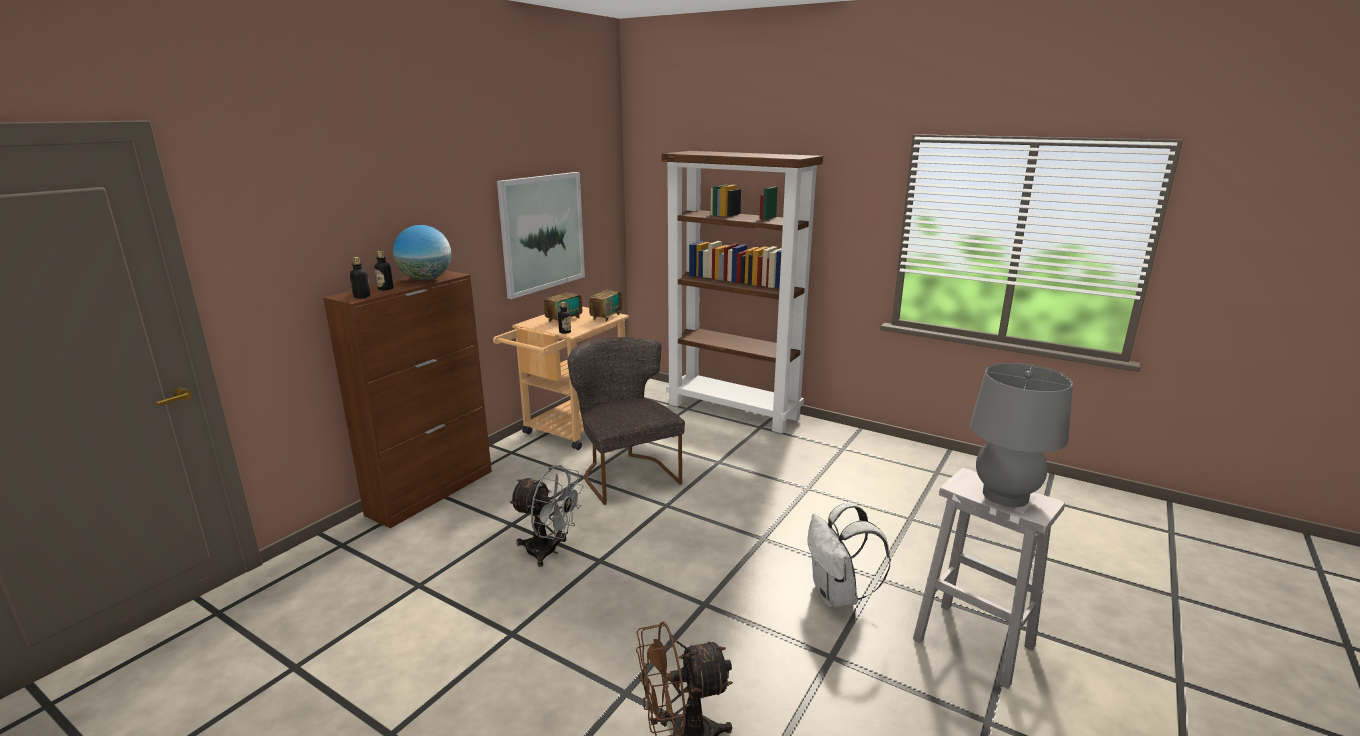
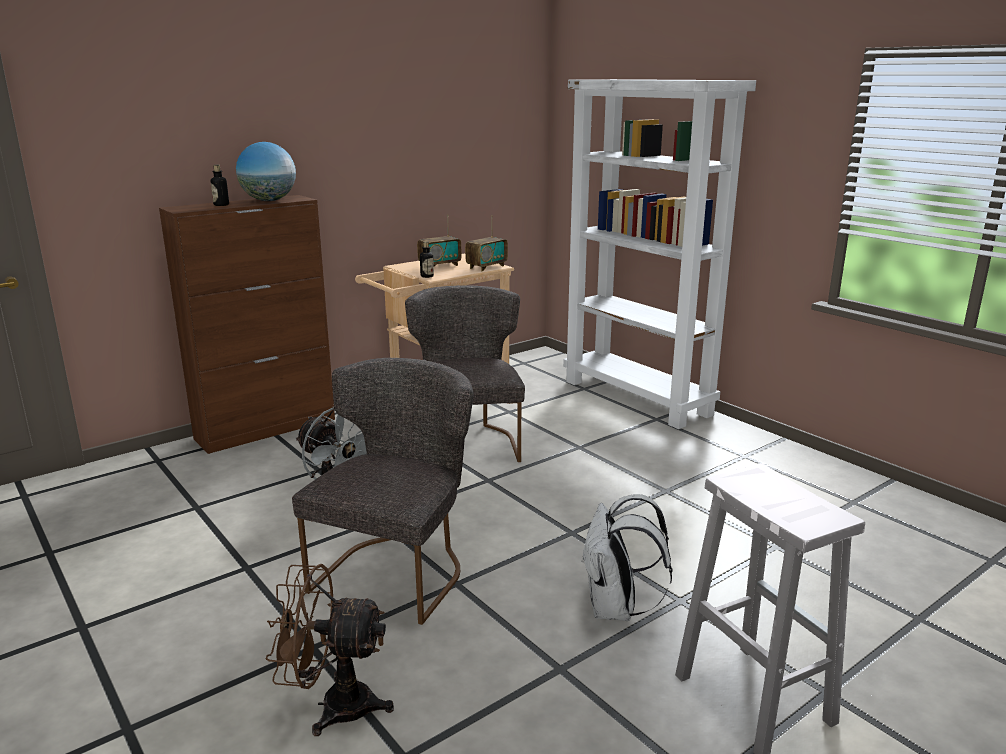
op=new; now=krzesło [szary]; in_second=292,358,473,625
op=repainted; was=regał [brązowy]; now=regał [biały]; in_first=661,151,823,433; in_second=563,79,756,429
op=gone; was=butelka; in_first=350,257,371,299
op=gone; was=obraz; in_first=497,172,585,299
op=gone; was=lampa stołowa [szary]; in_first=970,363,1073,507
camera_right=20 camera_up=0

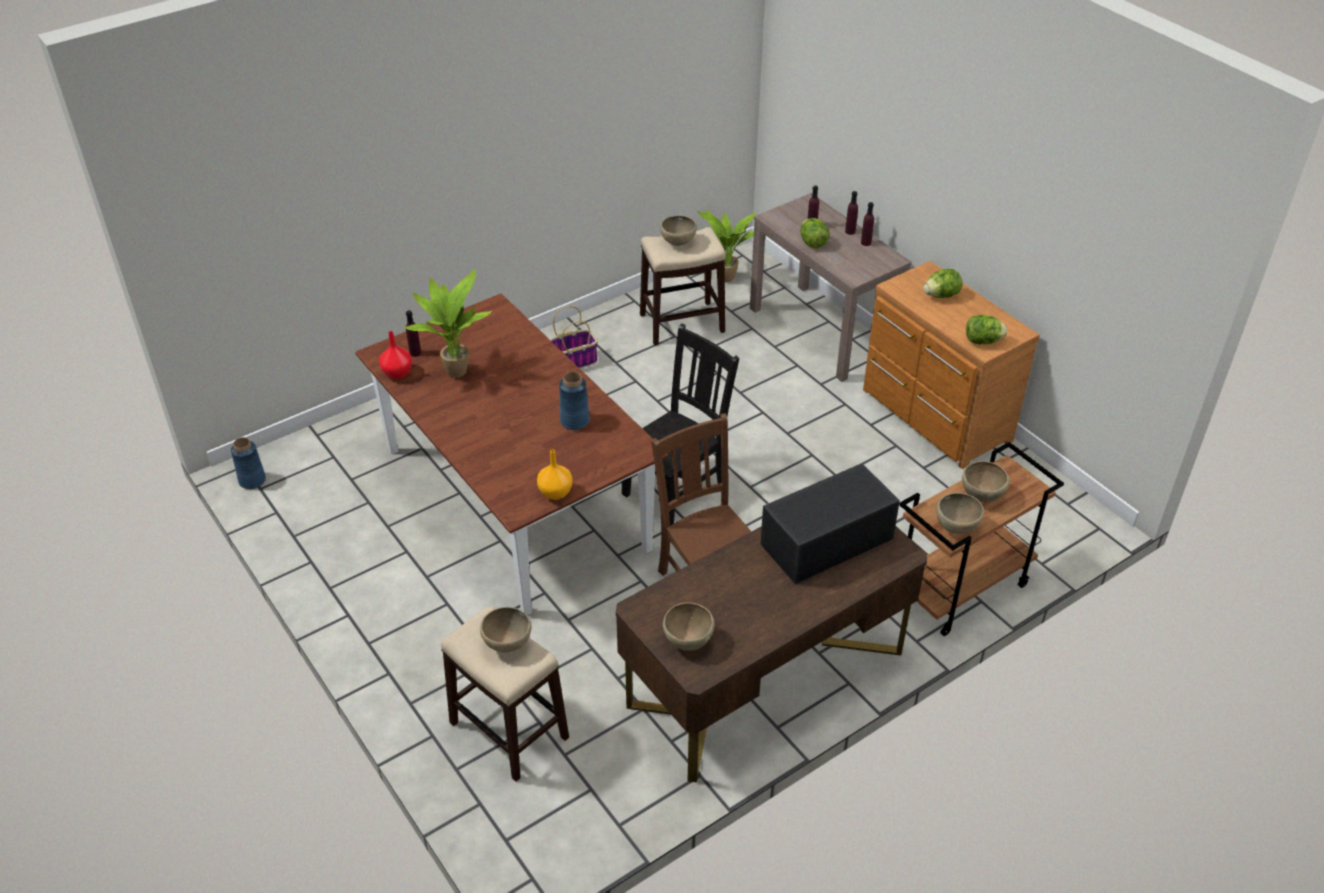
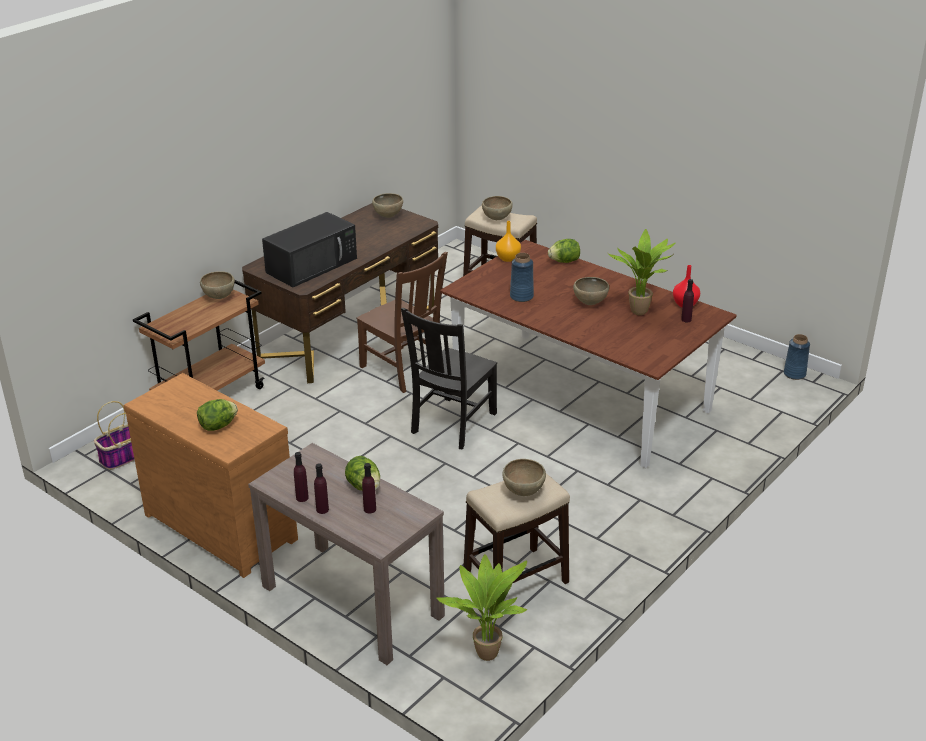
op=shifted; was=koszyk; in_first=550,306,598,368; in_second=94,401,135,470
op=shifted; was=sałata; in_first=966,315,1007,344; in_second=548,239,580,263
op=shifted; was=miska [brązowy]; in_first=962,461,1009,502; in_second=573,277,609,305
camera_right=165 camera_up=-10

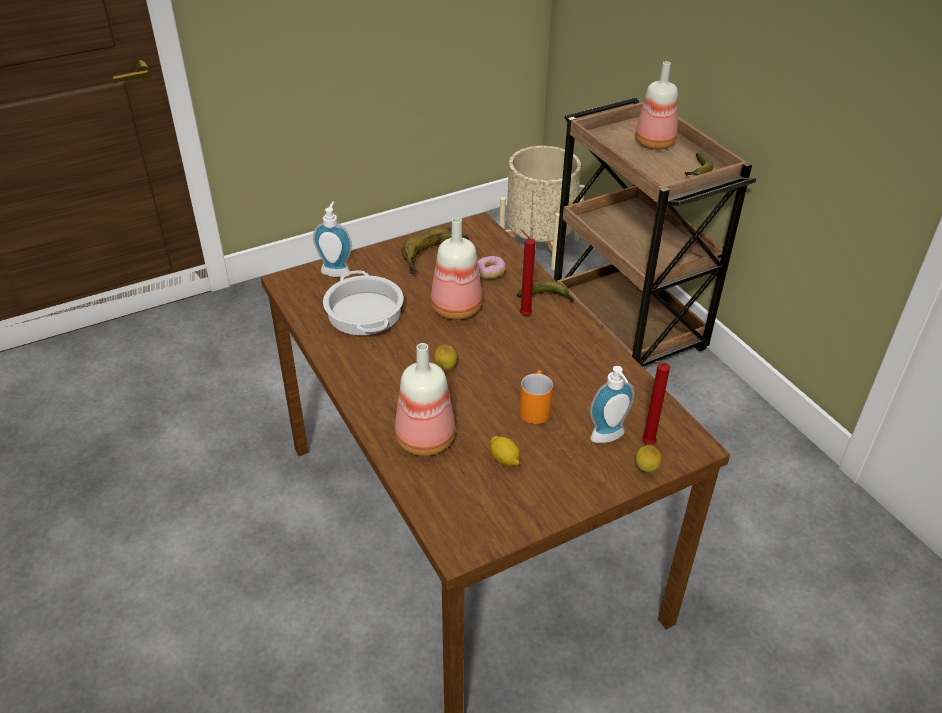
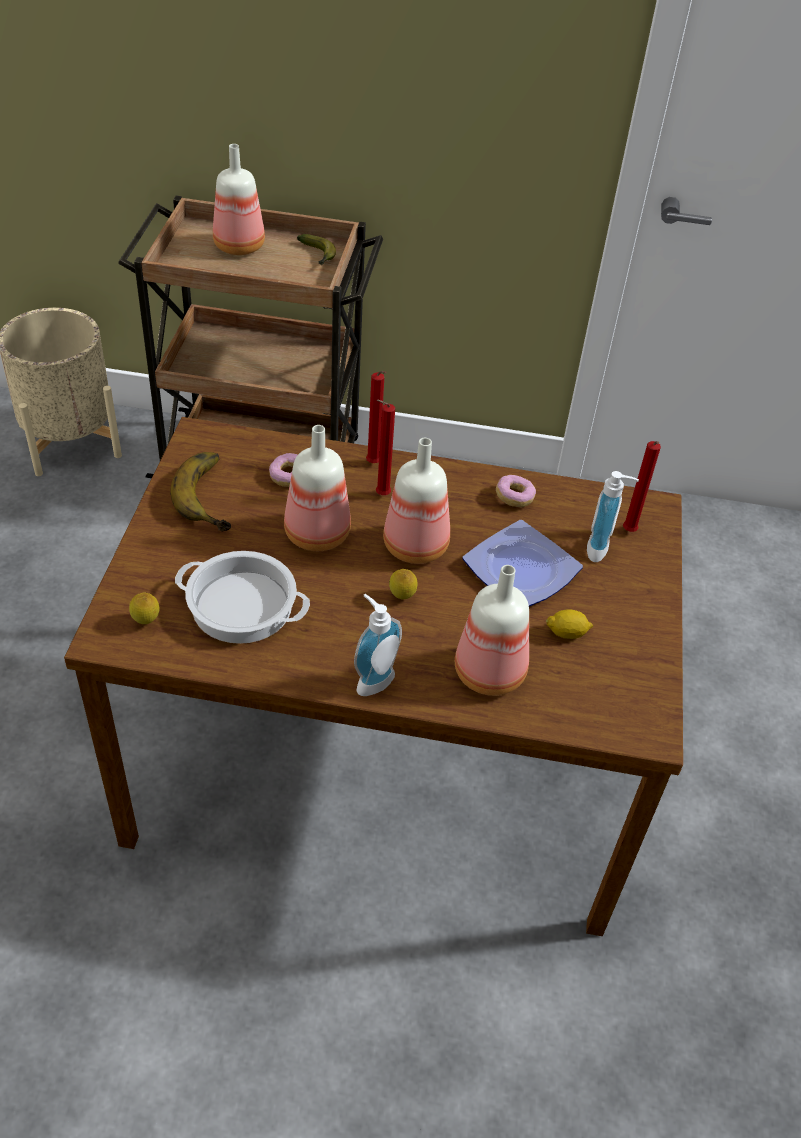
op=shifted; was=cytryna; in_first=635,445,661,473; in_second=129,592,159,624
op=shifted; was=dozownik mydła; in_first=313,201,352,277; in_second=354,594,402,696
op=swapped; was=banan; now=świeca [czerwony]; in_first=517,281,574,301; in_second=366,371,386,463
op=new; now=butelka; in_second=383,438,450,564
op=swapped; was=kubek [pomarańczowy]; now=talerz; in_first=519,370,553,424; in_second=463,520,583,606
op=new; now=donut; in_second=496,475,536,507
camera_right=-55 camera_up=5

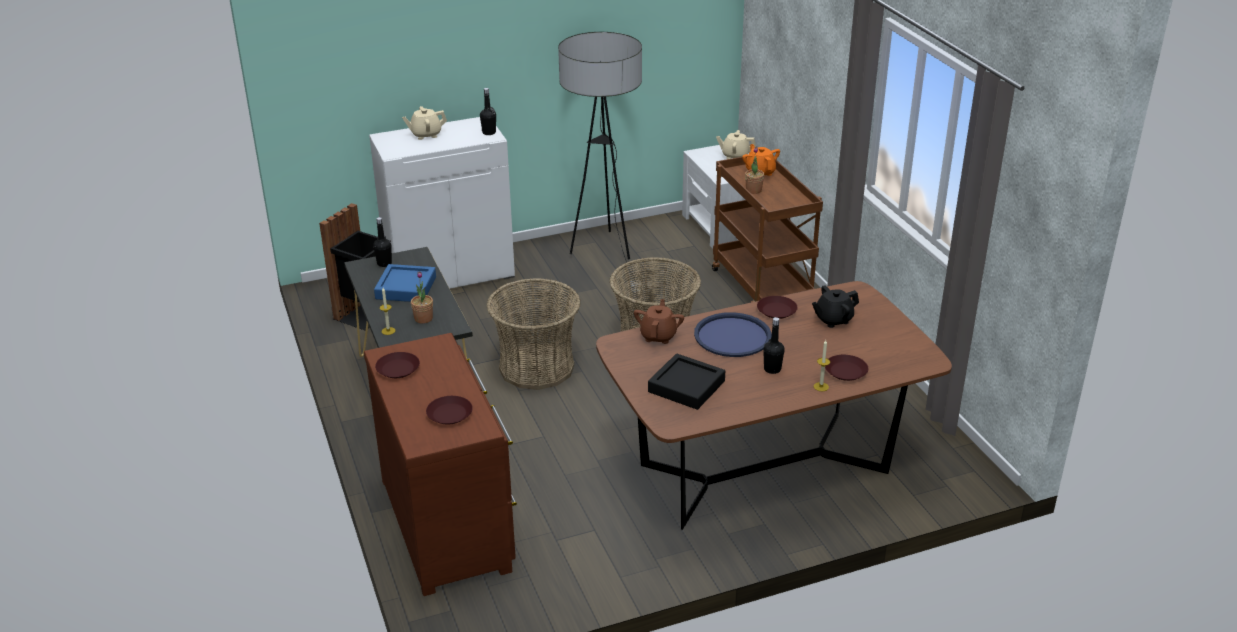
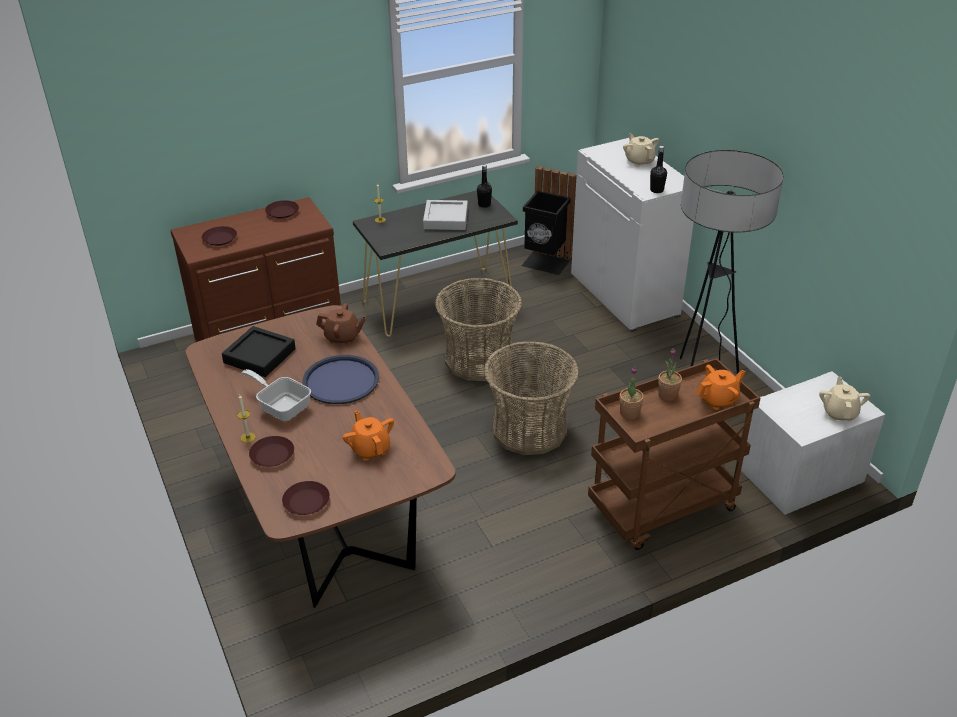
op=swapped; was=butelka [czarny]; now=patelnia; in_first=763,317,785,374; in_second=242,369,311,421
op=shifted; was=talerz [brązowy]; in_first=757,296,797,319; in_second=282,481,330,515
op=repainted; was=imbryk [czarny]; now=imbryk [pomarańczowy]; in_first=812,285,859,328; in_second=343,411,394,461
op=repainted; was=taca [niebieski]; now=taca [szary]; in_first=374,264,436,302; in_second=423,200,468,230
op=shifted; was=roślina doniczkowa; in_first=411,272,433,324; in_second=620,367,644,420
camera_right=85 camera_up=5

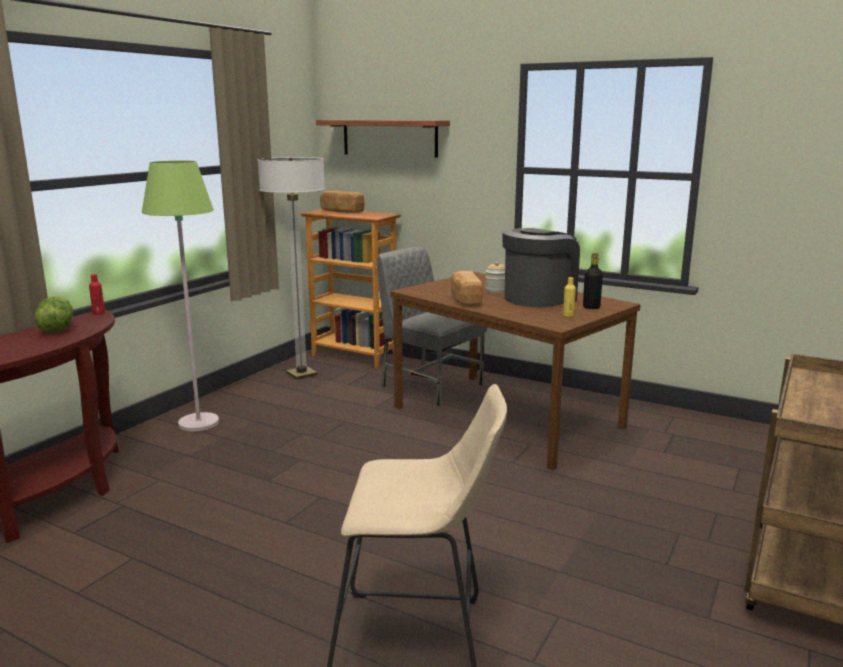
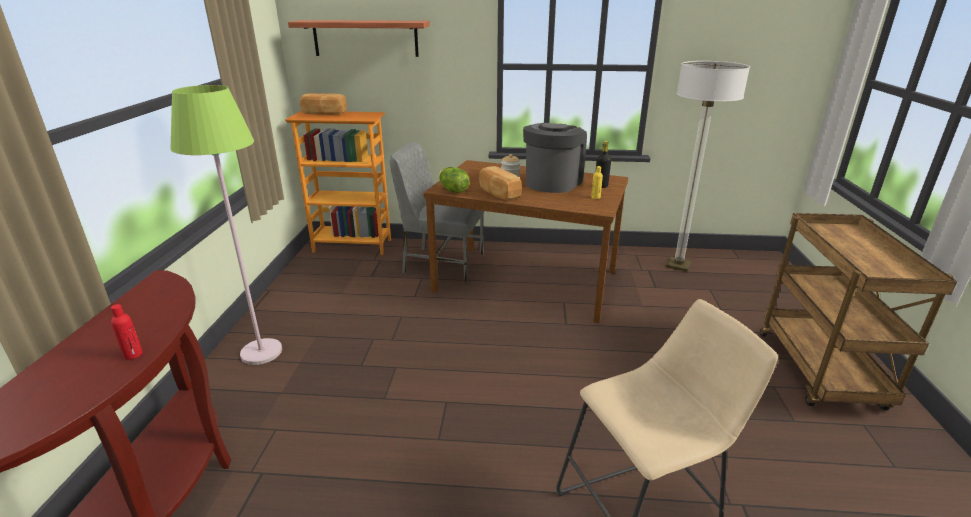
op=shifted; was=butelka [czerwony]; in_first=89,274,105,315; in_second=111,304,143,360
op=shifted; was=sałata; in_first=35,297,73,332; in_second=438,167,470,193
op=shifted; was=lampa stojąca; in_first=257,157,325,380; in_second=665,61,750,272
camera_right=-25 camera_up=10

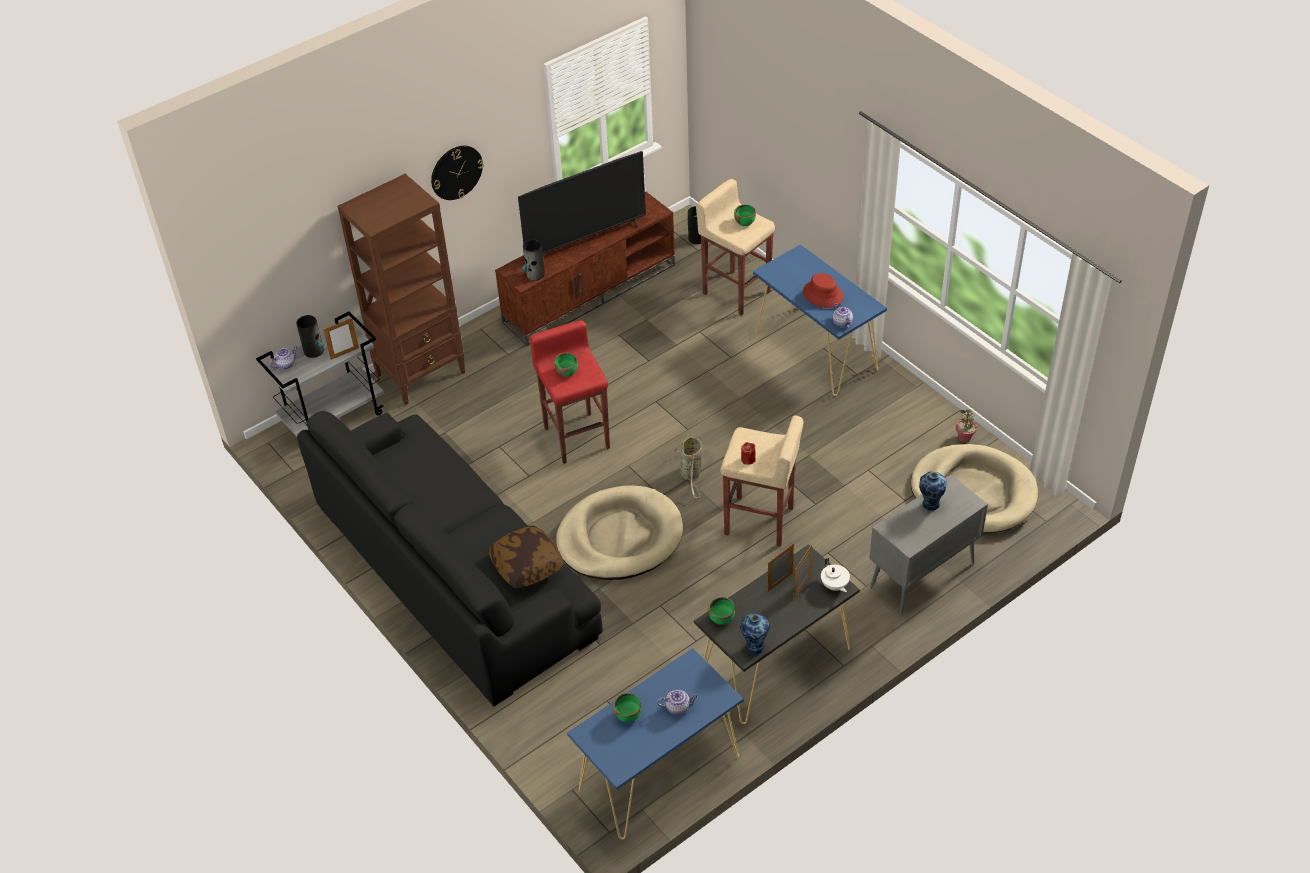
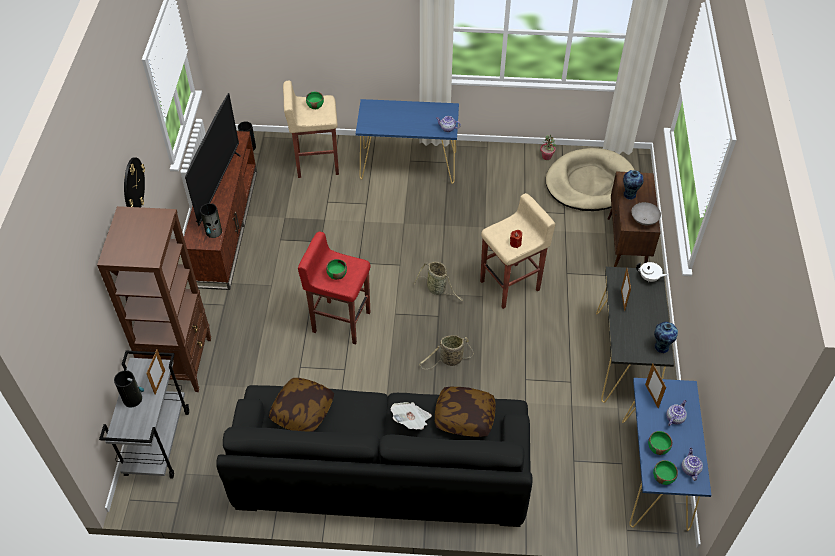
op=new; now=poduszka; in_second=269,378,334,432
op=new; now=gazeta; in_second=391,402,432,430
op=swapped; was=legowisko [beżowy]; now=koszyk; in_first=556,485,683,580; in_second=419,335,474,369
op=repainted; was=szafka [szary]; now=szafka [brązowy]; in_first=869,475,988,615; in_second=608,171,661,267
op=new; now=miska [szary]; in_second=631,202,661,225
op=shifted; was=ramka na zdjęcie; in_first=794,545,812,599; in_second=645,363,666,408
op=shifted; was=miska [zielony]; in_first=708,597,735,625; in_second=653,460,678,485
op=shifted; was=imbryk; in_first=269,346,298,369; in_second=682,448,703,481
op=gone; was=kapelusz [czerwony]; in_first=803,273,844,308
camera_right=-50 camera_up=5

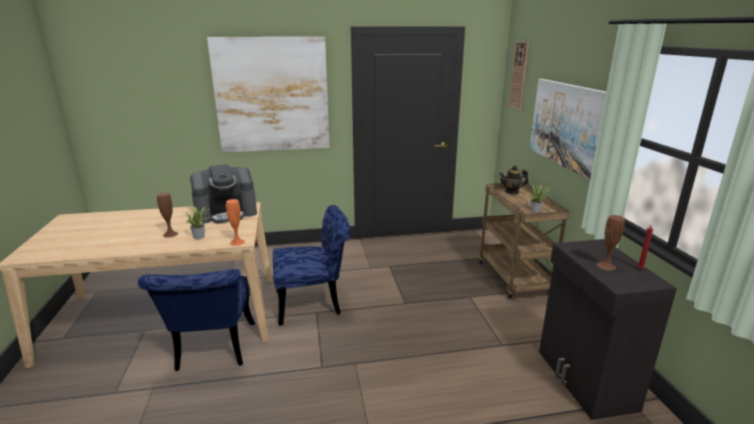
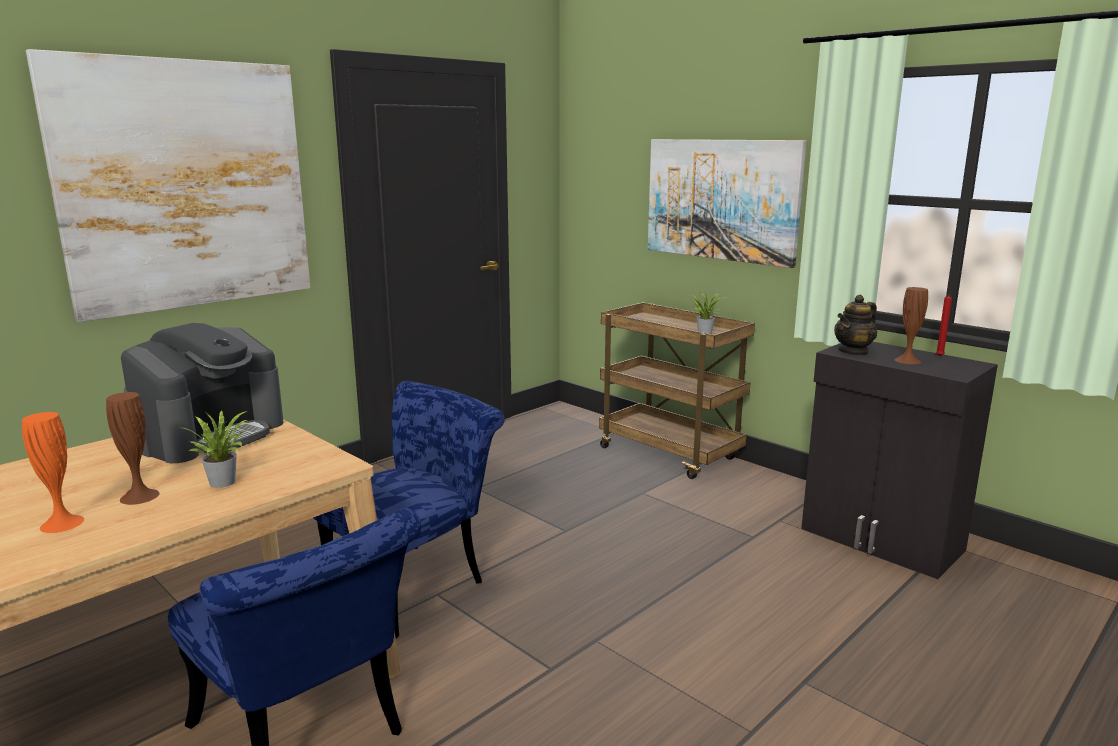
op=shifted; was=wazon [pomarańczowy]; in_first=226,199,245,246; in_second=22,412,84,533
op=shifted; was=imbryk; in_first=499,165,529,194; in_second=834,295,877,356
op=gone; was=zegar ścienny; in_first=509,41,529,111
camera_right=-35 camera_up=-5

